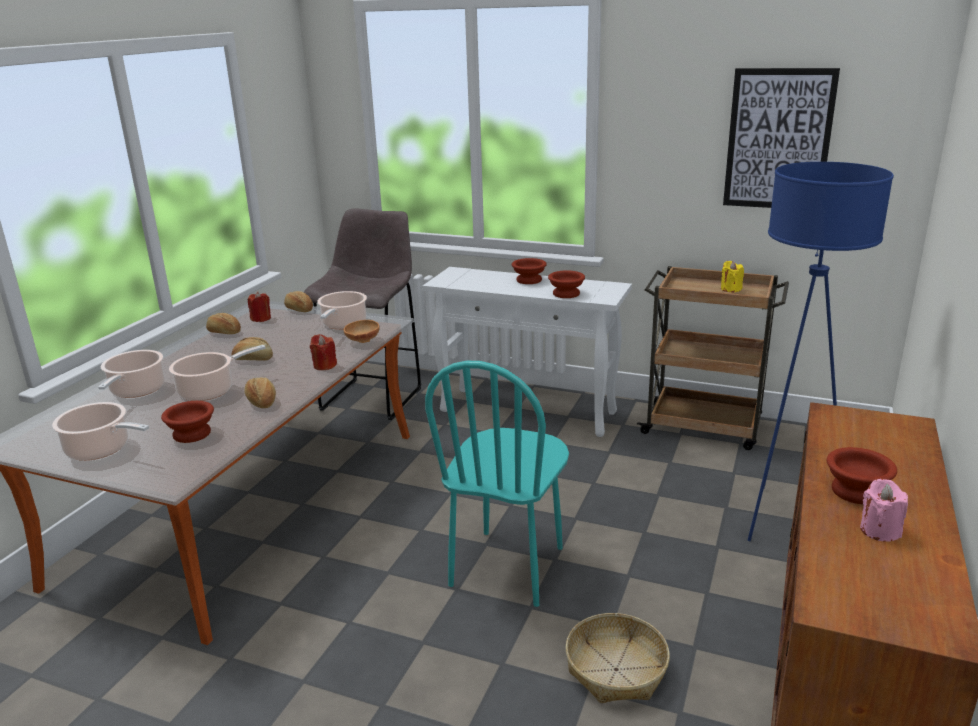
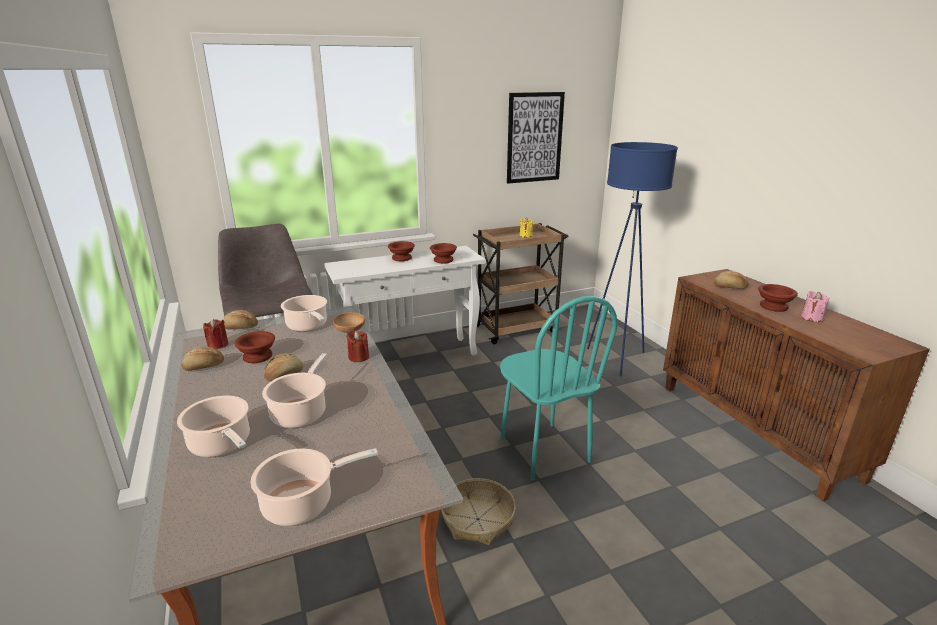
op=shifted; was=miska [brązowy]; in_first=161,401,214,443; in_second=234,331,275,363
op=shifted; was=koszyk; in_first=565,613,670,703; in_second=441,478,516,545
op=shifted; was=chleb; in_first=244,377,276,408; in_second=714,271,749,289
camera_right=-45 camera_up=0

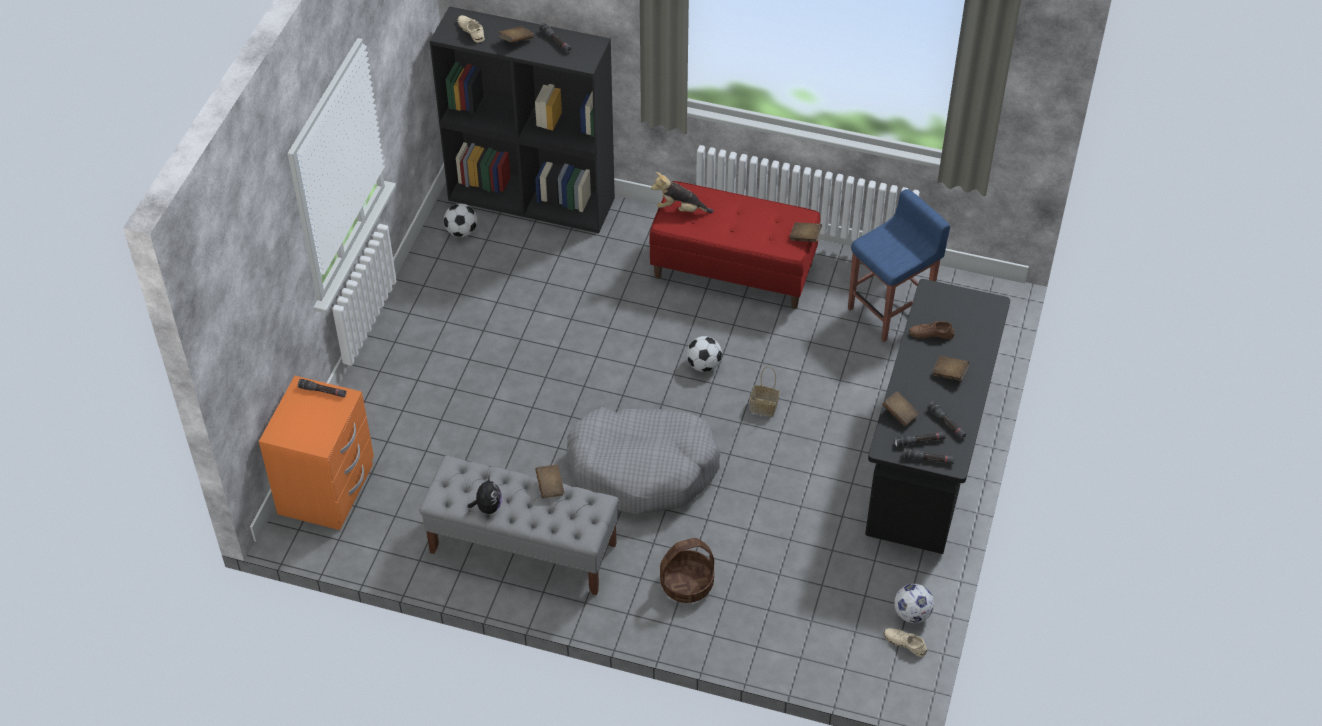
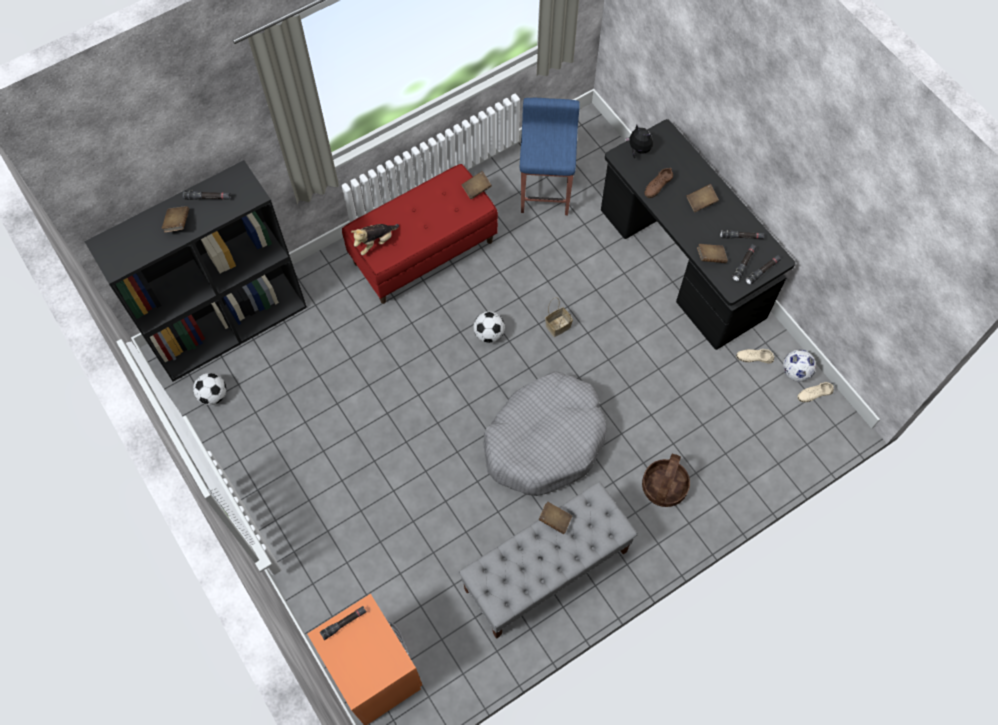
op=shifted; was=pluszak; in_first=467,475,502,514; in_second=625,124,653,158
op=shifted; was=but [beżowy]; in_first=457,15,485,43; in_second=736,348,774,364
camera_right=-50 camera_up=15

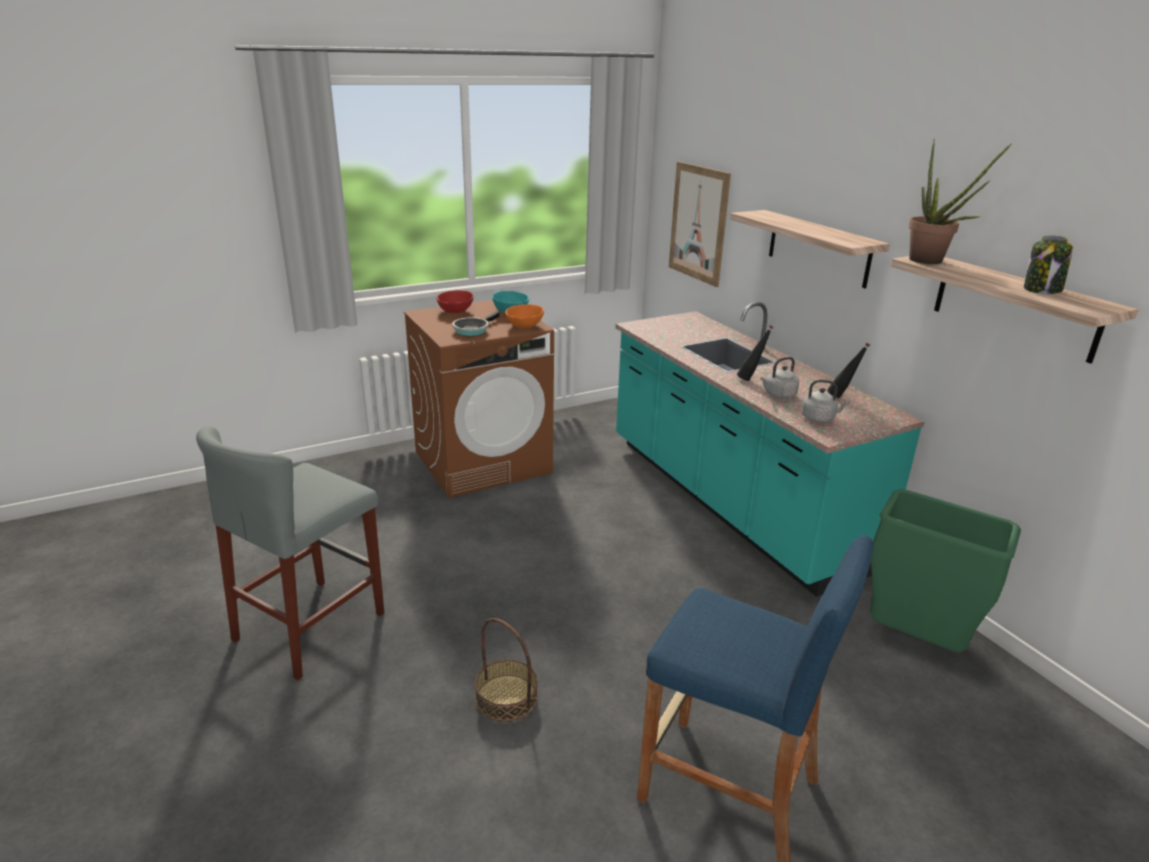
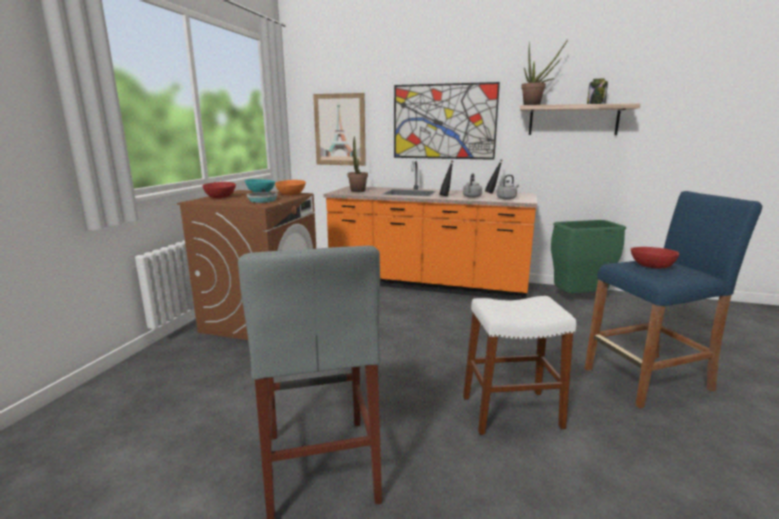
op=repainted; was=zabudowa kuchenna [turkusowy]; now=zabudowa kuchenna [pomarańczowy]; in_first=615,302,925,597; in_second=323,160,537,300
op=new; now=roślina doniczkowa; in_second=347,136,368,192
op=swapped; was=półka; now=obraz; in_first=730,210,890,288; in_second=394,82,500,160
op=swapped; was=koszyk; now=stołek [biały]; in_first=475,618,538,722; in_second=463,296,576,435
op=new; now=miska [czerwony]; in_second=631,247,679,269
camera_right=-45 camera_up=-10

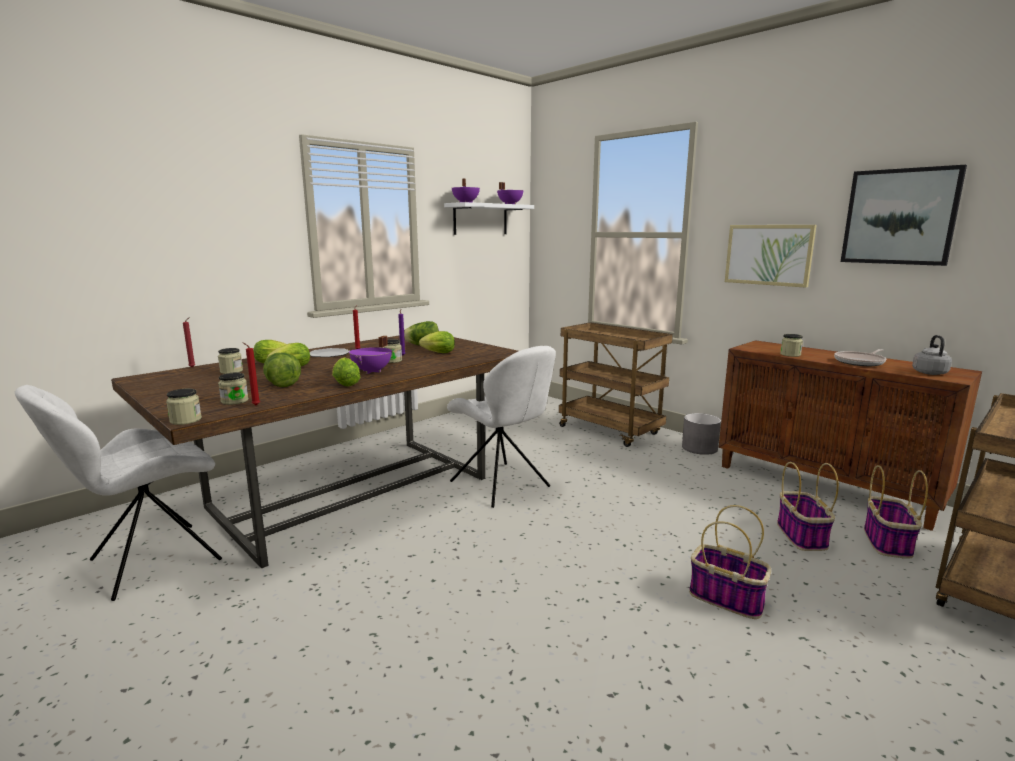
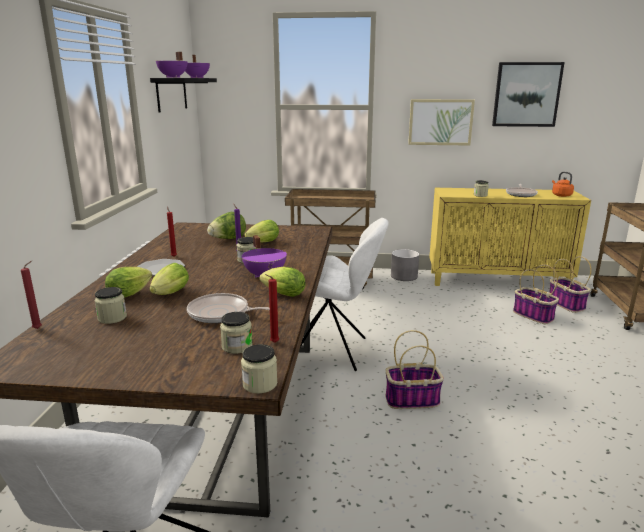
op=repainted; was=półka [biały]; now=półka [czarny]; in_first=444,202,534,235; in_second=150,78,217,113
op=swapped; was=sałata; now=patelnia; in_first=263,352,301,387; in_second=187,293,270,323
op=shifted; was=koszyk; in_first=689,505,771,619; in_second=386,330,444,409
op=repainted; was=szafka [brązowy]; now=szafka [żółty]; in_first=719,340,982,531; in_second=429,188,591,286
op=repainted; was=czajnik [szary]; now=czajnik [pomarańczowy]; in_first=912,335,952,375; in_second=552,172,574,197
camera_right=-40 camera_up=5

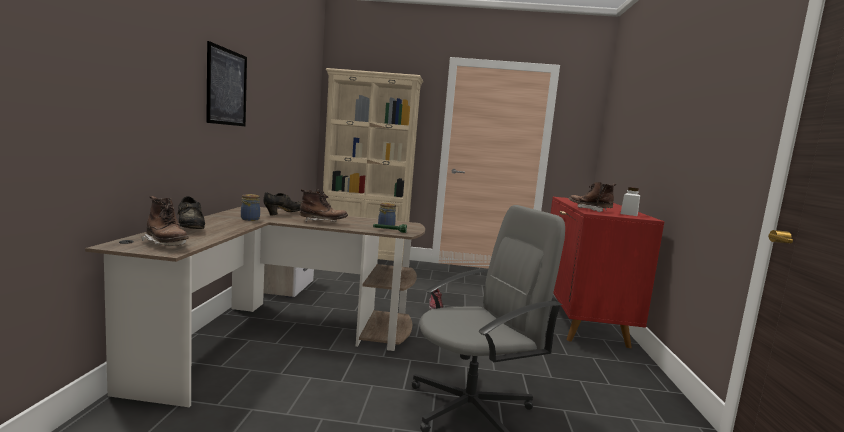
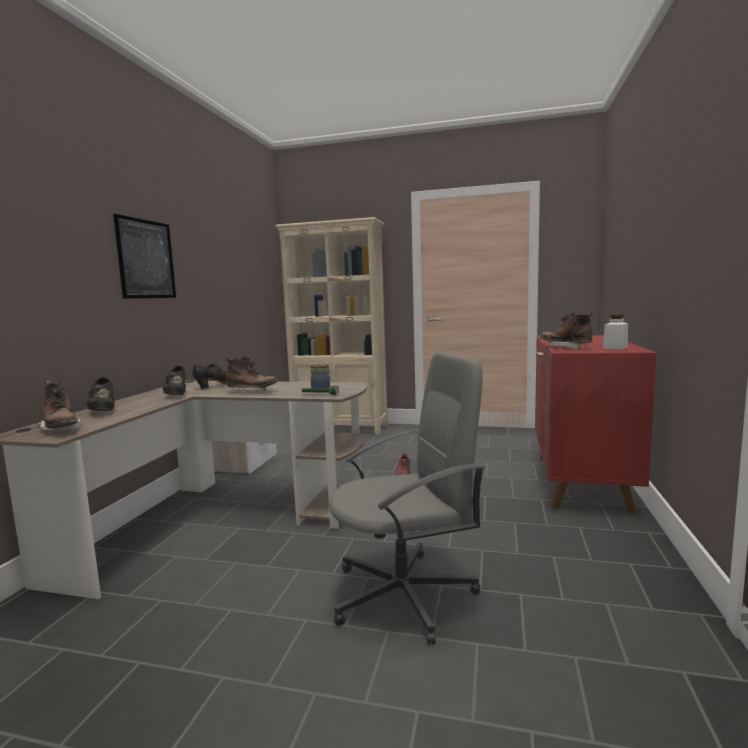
op=swapped; was=słoik; now=but [czarny]; in_first=241,194,260,221; in_second=163,366,186,395
camera_right=10 camera_up=0

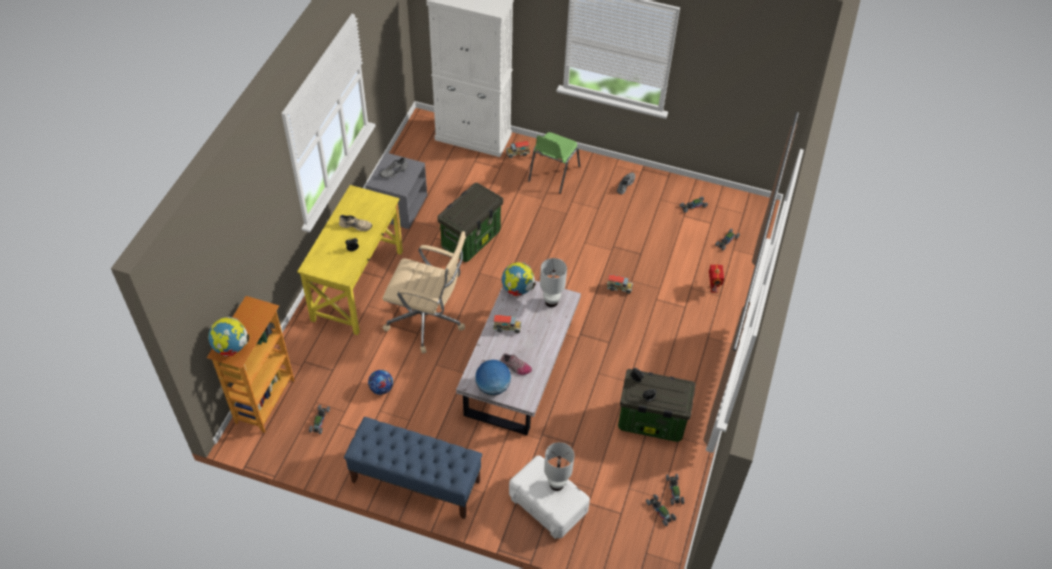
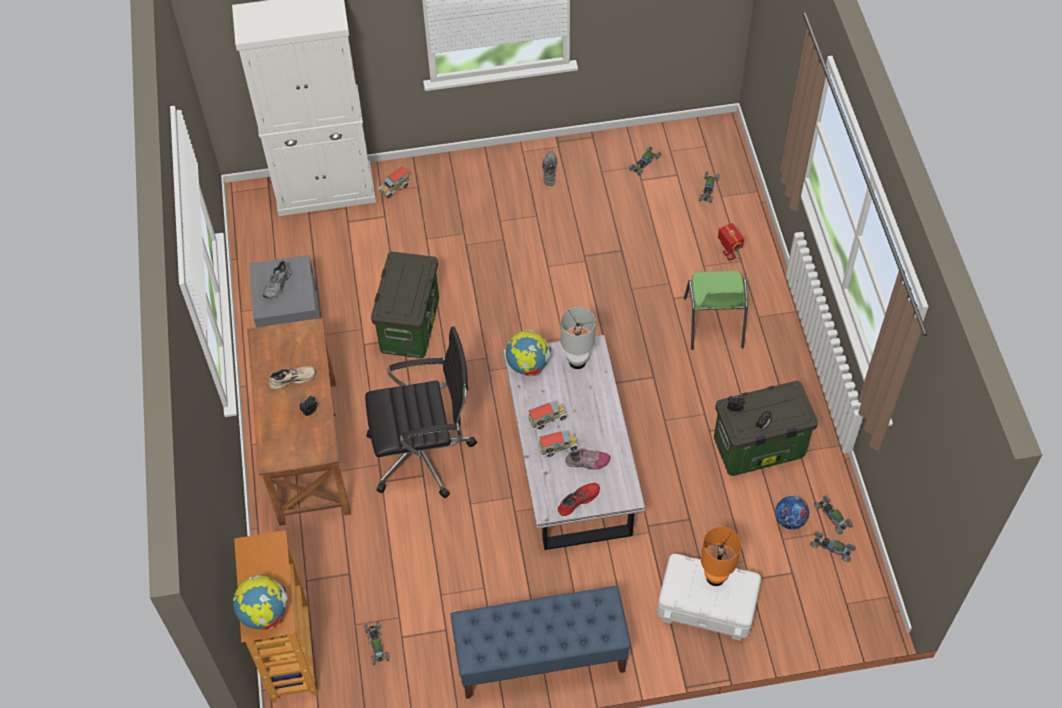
op=repainted; was=biurko [żółty]; now=biurko [brązowy]; in_first=297,185,403,335; in_second=247,318,351,526
op=repainted; was=krzesło biurowe [beżowy]; now=krzesło biurowe [czarny]; in_first=383,231,466,354; in_second=365,326,477,498
op=shifted; was=ciężarówka zabawkowa; in_first=607,274,633,294; in_second=539,430,579,457
op=swapped; was=globus; now=but [czerwony]; in_first=475,360,511,396; in_second=558,483,600,516
op=shifted; was=krzesło [zielony]; in_first=528,132,580,194; in_second=684,271,748,350
op=repainted; was=lampa stołowa [biały]; now=lampa stołowa [pomarańczowy]; in_first=544,442,574,491; in_second=701,527,741,586
op=shifted; was=piłka futbolowa; in_first=368,370,393,395; in_second=775,496,809,529
camera_right=-25 camera_up=5

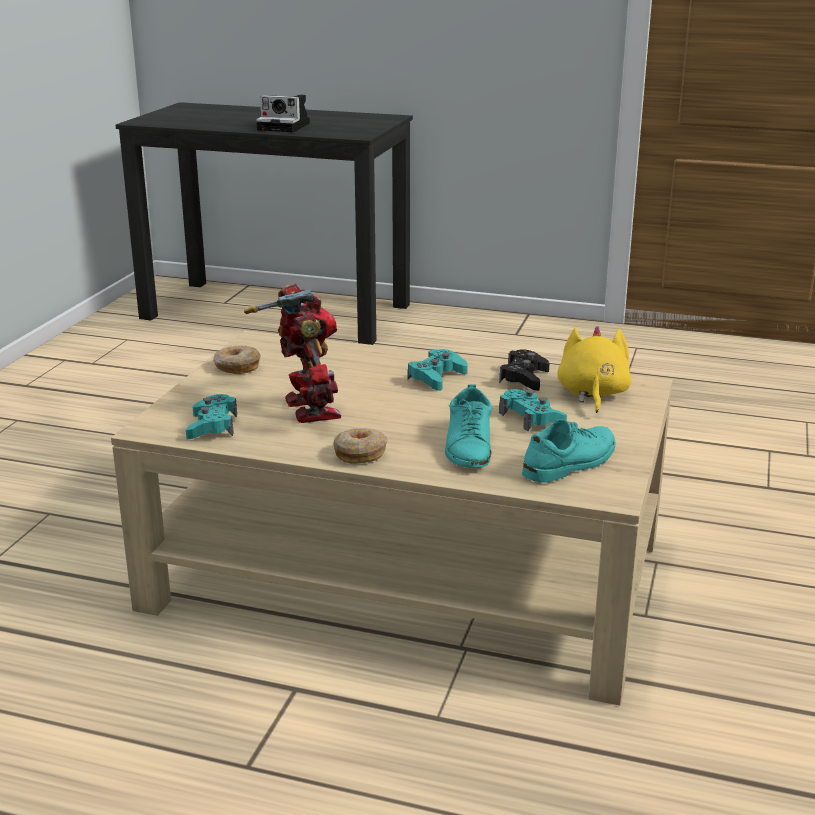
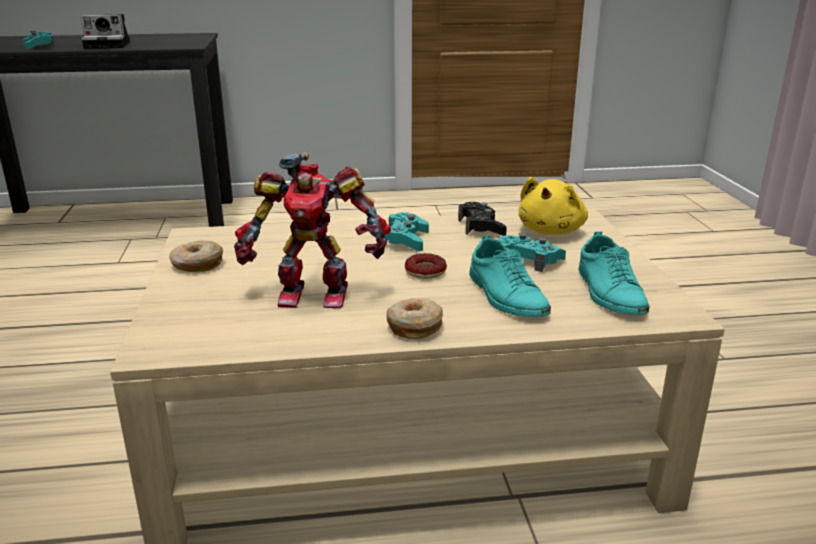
op=shifted; was=pad do gier [turkusowy]; in_first=186,394,237,439; in_second=23,31,55,50
op=rotated; was=robot zabawkowy; in_first=244,284,341,423; in_second=234,152,391,308; clockwise=135
op=new; now=donut; in_second=405,253,447,279
op=rotated; was=pluszak [żółty]; in_first=557,326,632,413; in_second=518,177,588,234; clockwise=-135
op=rotated; was=but [turkusowy]; in_first=522,419,616,483; in_second=578,231,650,315; clockwise=150
camera_right=-25 camera_up=0

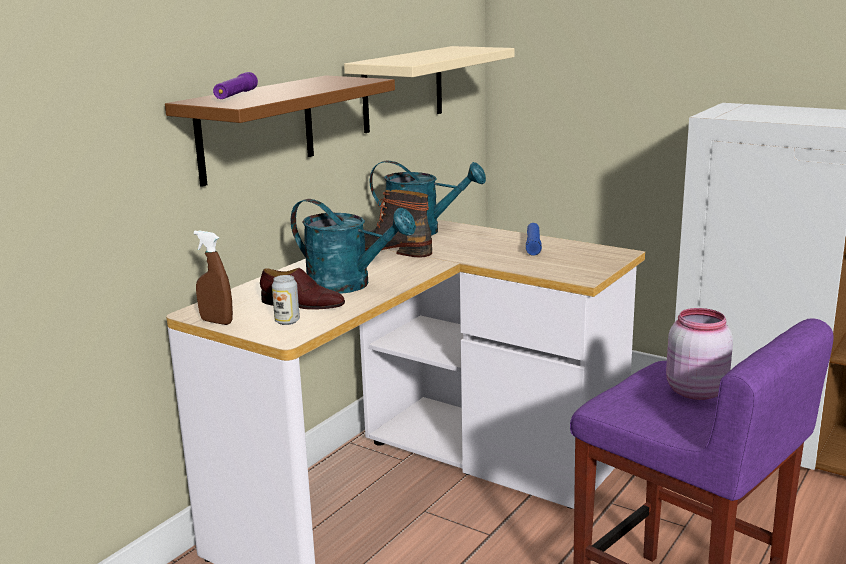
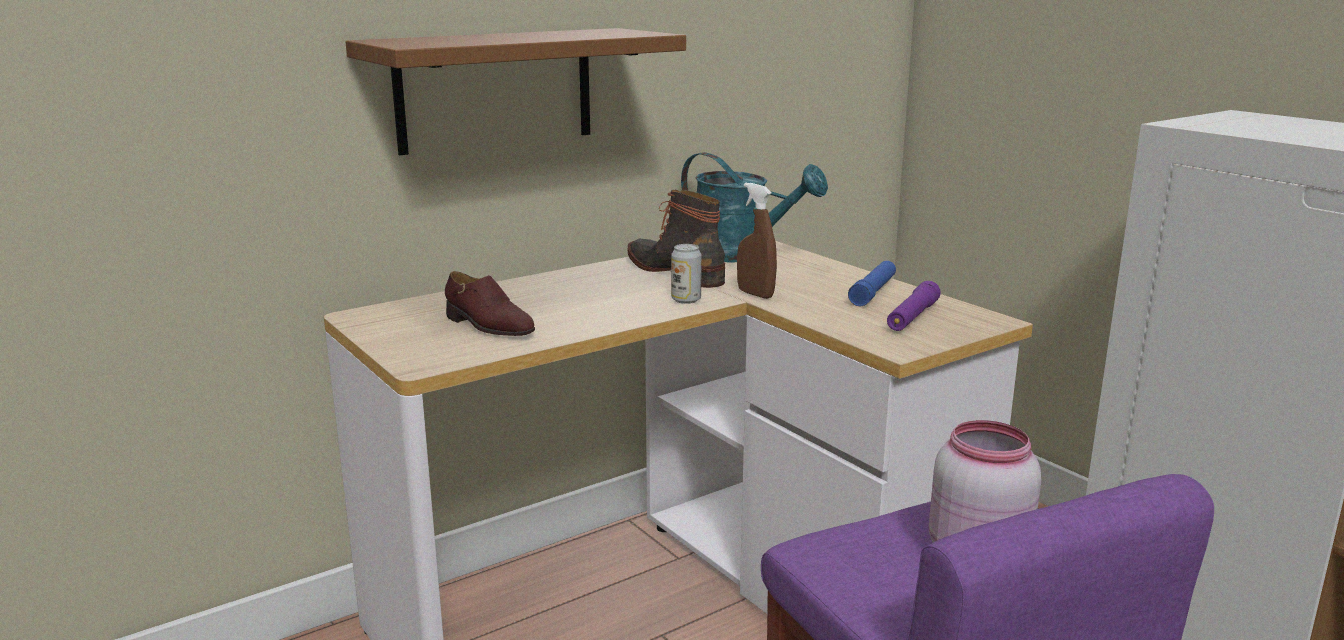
op=shifted; was=puszka; in_first=272,275,300,325; in_second=671,244,702,304
op=shifted; was=spryskiwacz [brązowy]; in_first=194,230,233,325; in_second=737,183,777,299
op=shifted; was=latarka [fioletowy]; in_first=213,72,258,99; in_second=887,281,941,331
op=gone; was=konewka [turkusowy]; in_first=291,199,416,294
op=gone; was=półka [beżowy]; in_first=344,46,515,133
camera_right=20 camera_up=0

